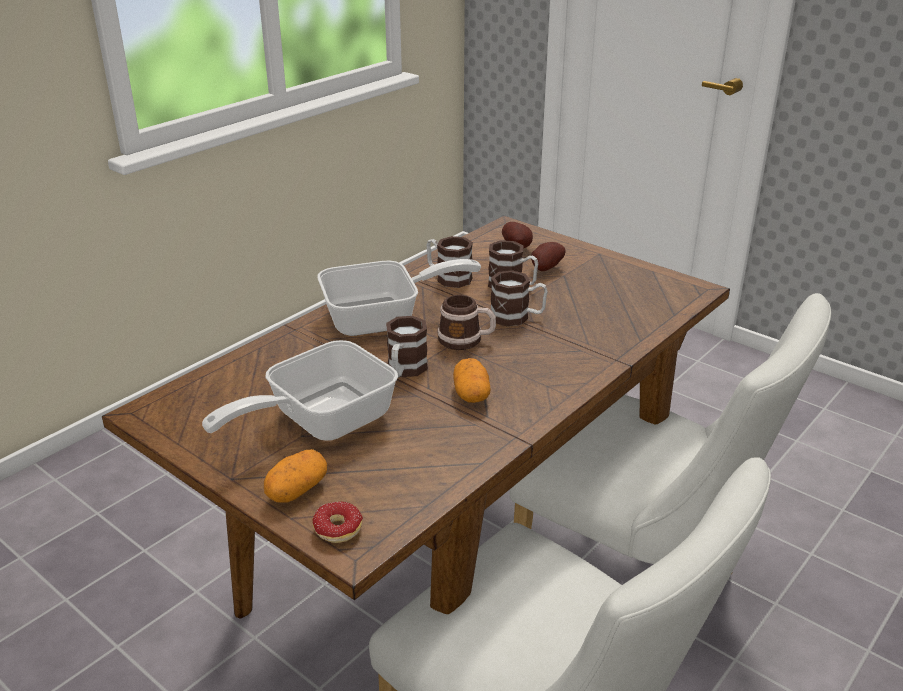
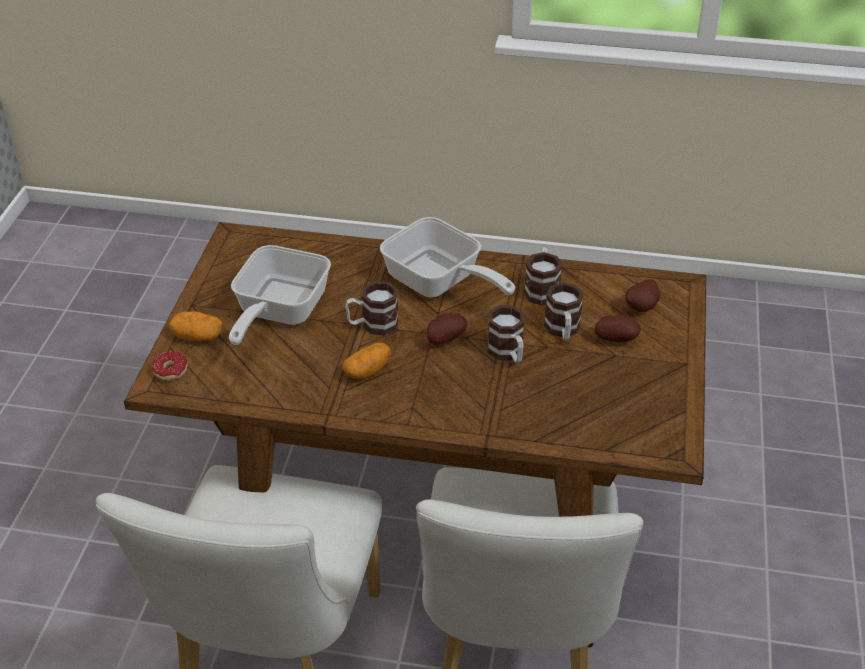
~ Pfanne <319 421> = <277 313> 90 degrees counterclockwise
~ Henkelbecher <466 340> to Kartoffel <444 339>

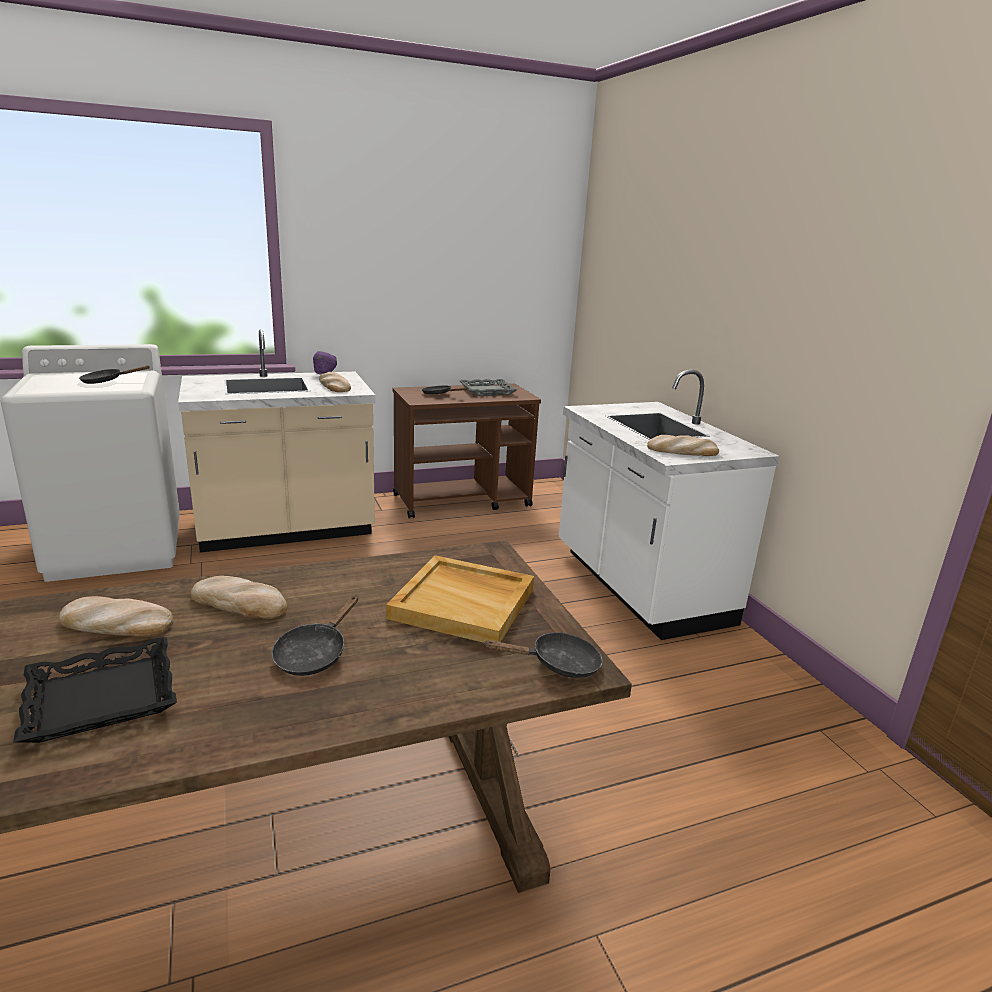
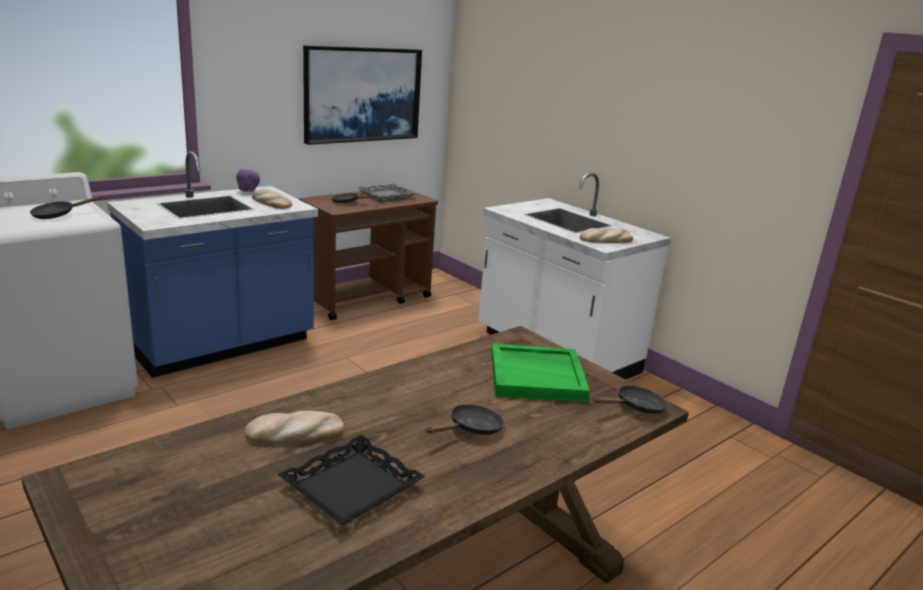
~ Küchenzeile (beige) <286 530> to Küchenzeile (blau) <222 345>
- Brot <240 603>
~ Pfanne (schwarz) <314 654> = <471 429> 135 degrees counterclockwise
~ Tablett (beige) <464 603> to Tablett (grün) <537 376>
+ Bild <362 94>

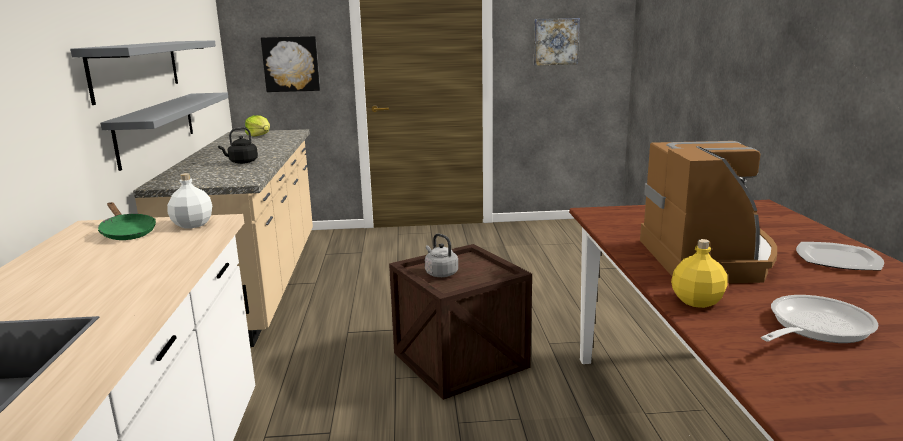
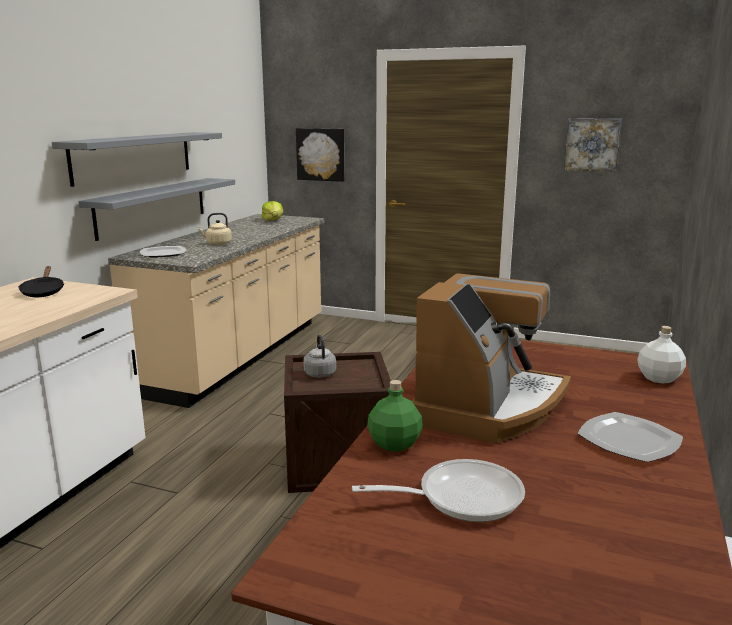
~ Pfanne (grün) <127 233> to Pfanne (schwarz) <43 291>
~ Flasche (weiß) <192 224> to <658 378>
~ Wasserkessel (schwarz) <242 162> to Wasserkessel (beige) <217 244>
~ Flasche (gelb) <697 301> to Flasche (grün) <395 444>
+ Teller <162 253>

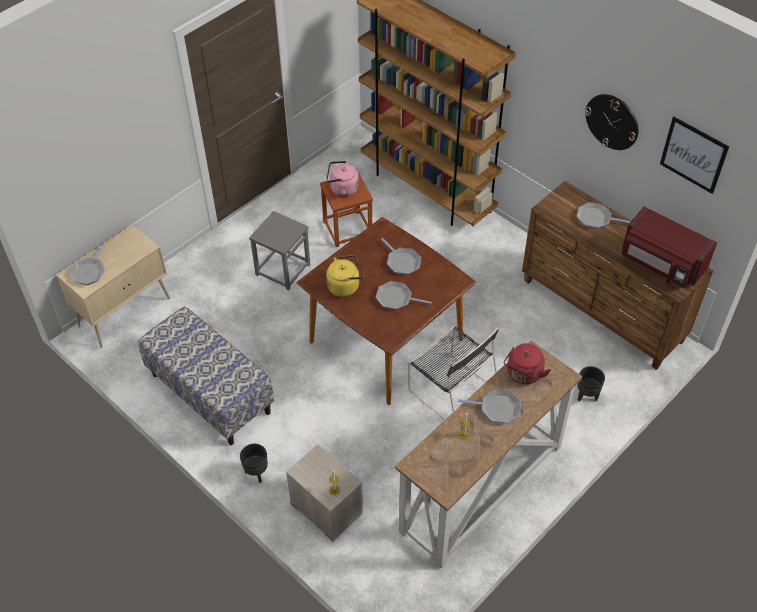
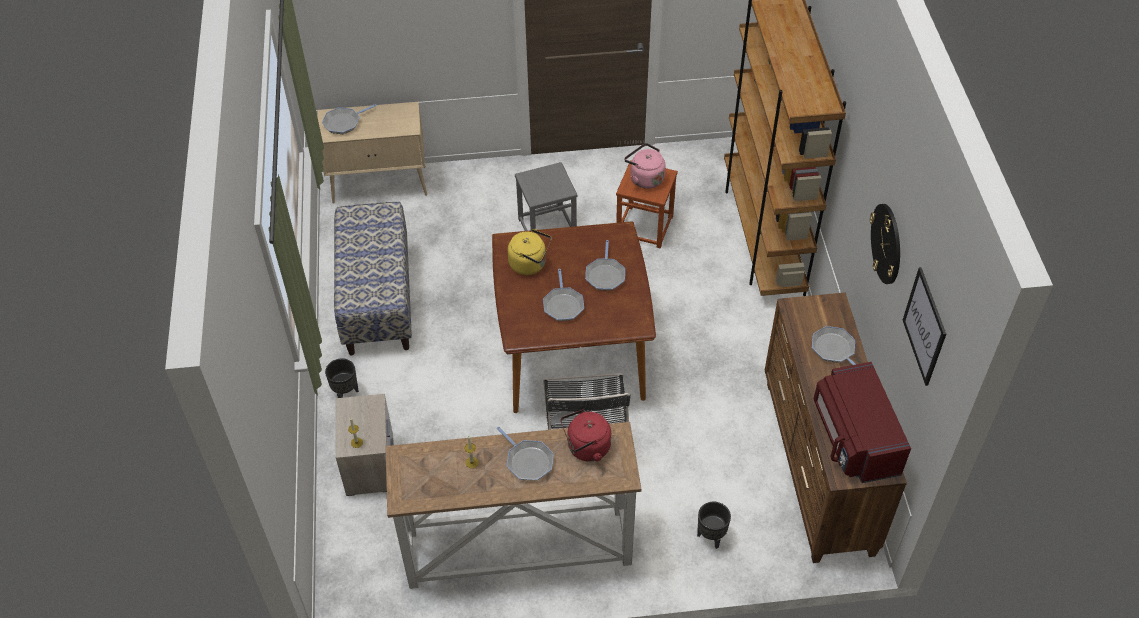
~ Pfanne <396 298> = <563 305> 150 degrees counterclockwise

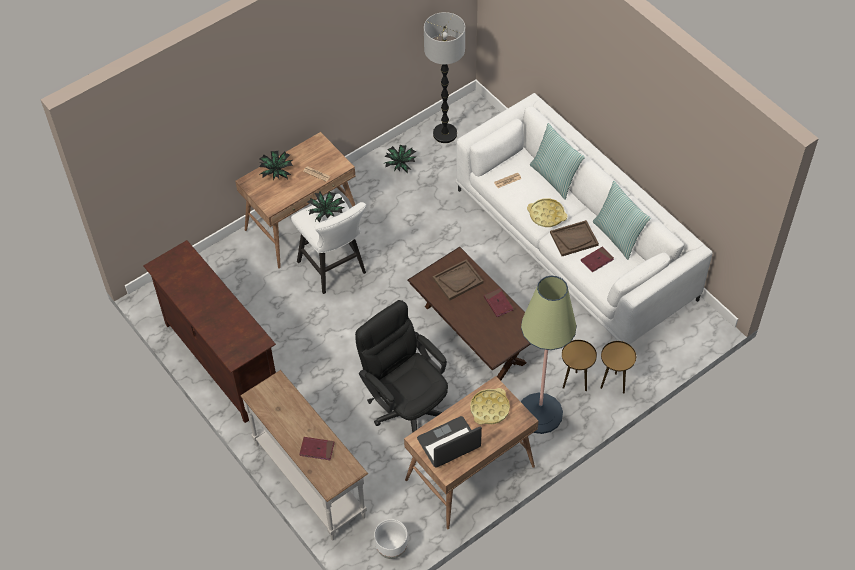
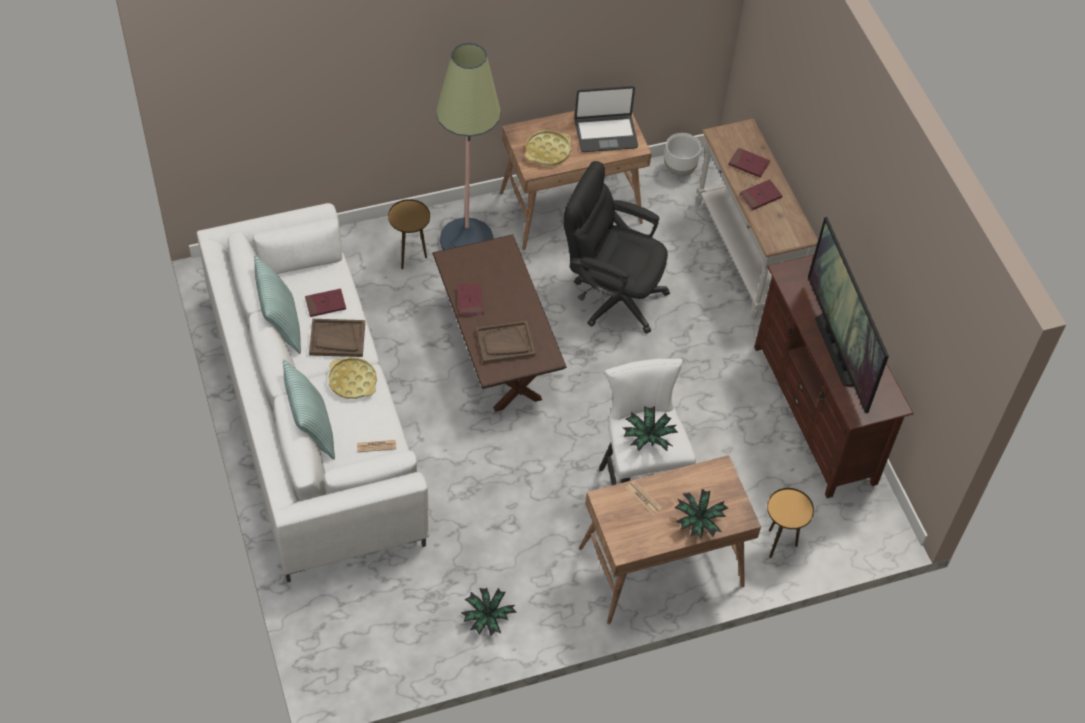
~ Bürostuhl (schwarz) <406 405> = <611 295> 135 degrees clockwise
- Stehlampe <445 134>
~ Beistelltisch (braun) <613 384> to <778 544>
+ Buch (rot) <760 196>
+ Fernseher <837 350>

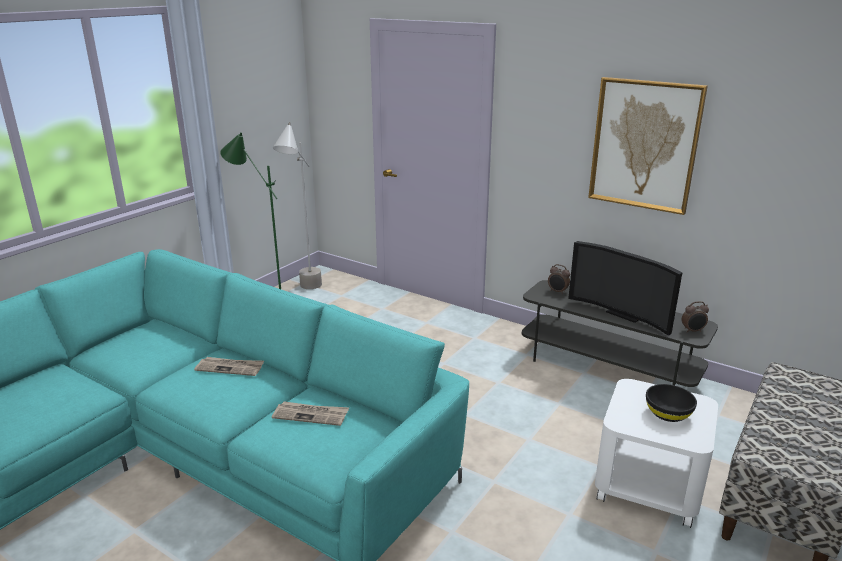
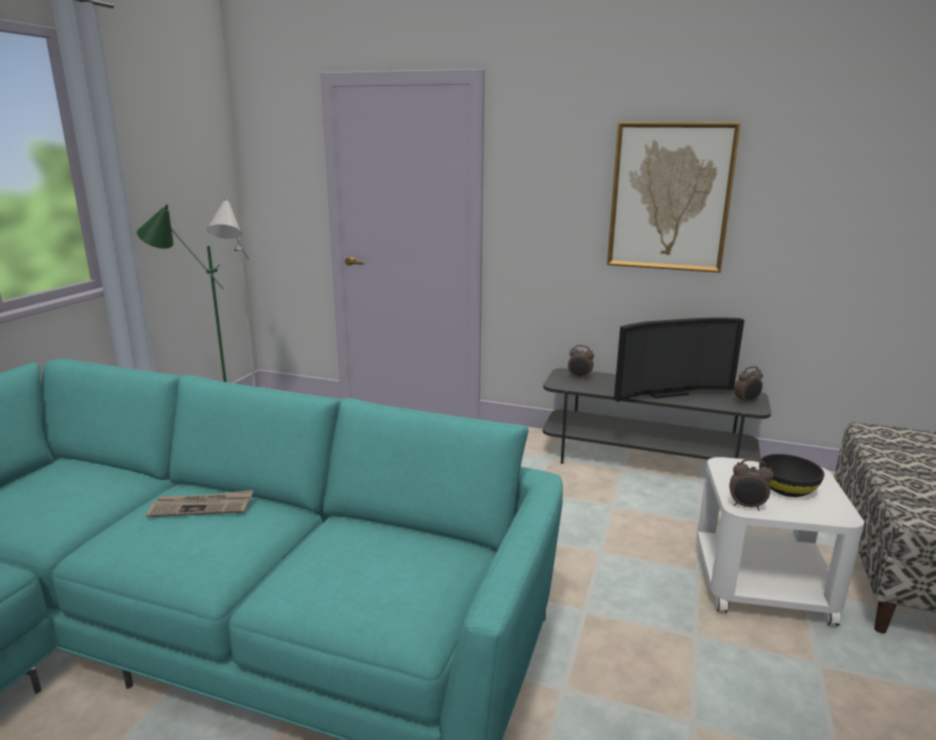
- Zeitung <311 415>
~ Fernseher <624 314> = <665 392> 45 degrees counterclockwise
+ Wecker <746 506>

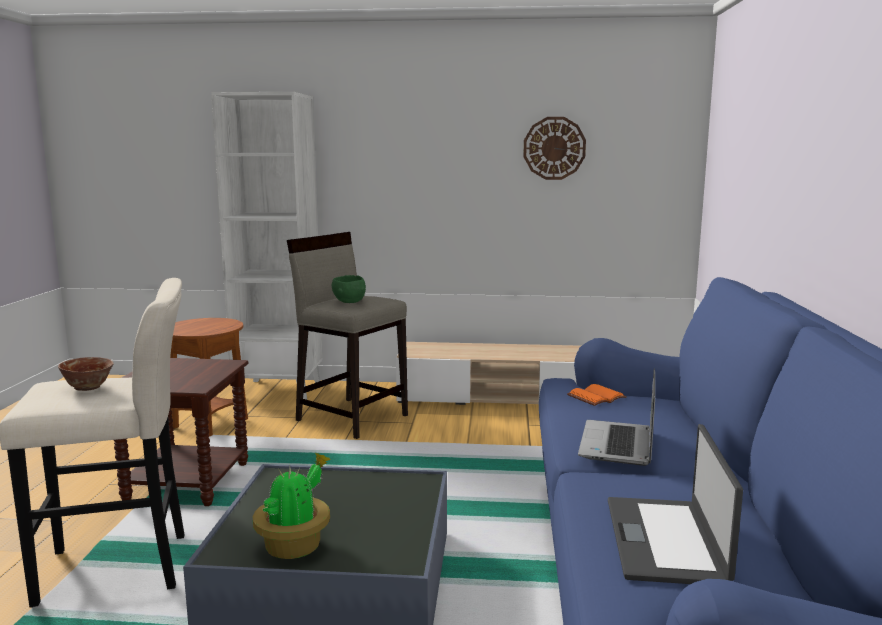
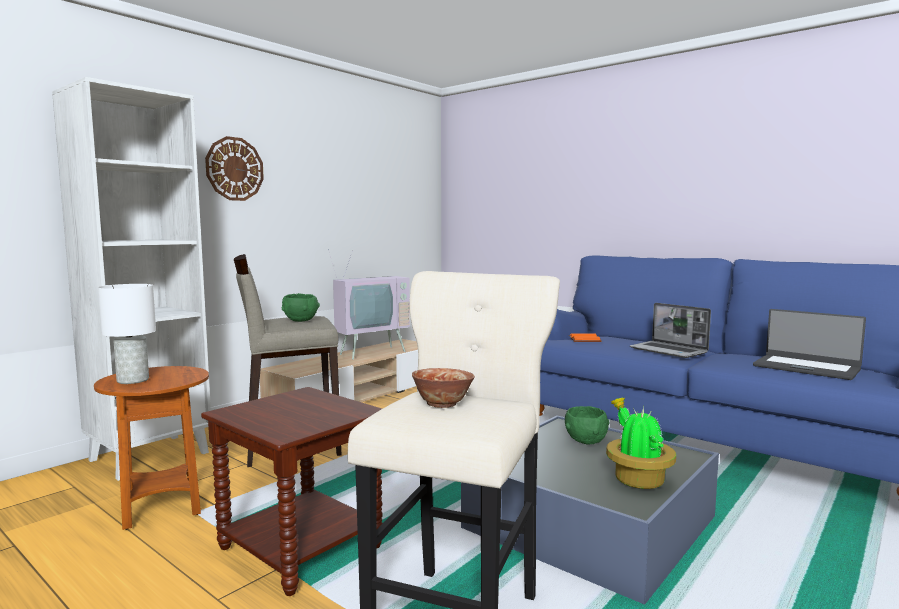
~ Wanduhr <554 148> to <234 169>
+ Tischlampe (weiß) <132 380>
+ Fernseher <370 352>
+ Schüssel (grün) <585 441>

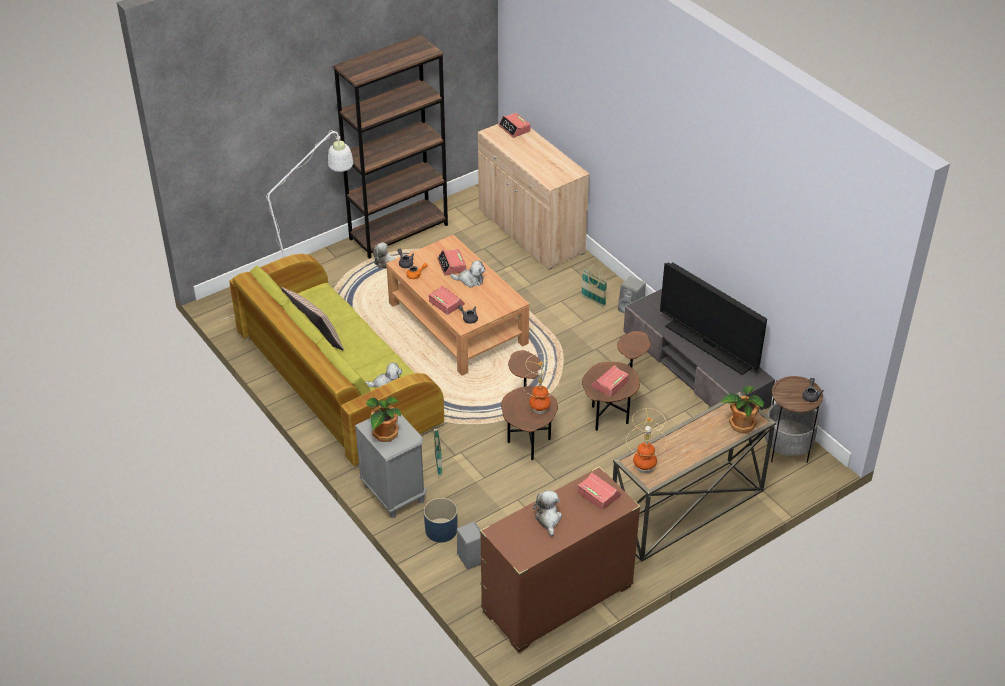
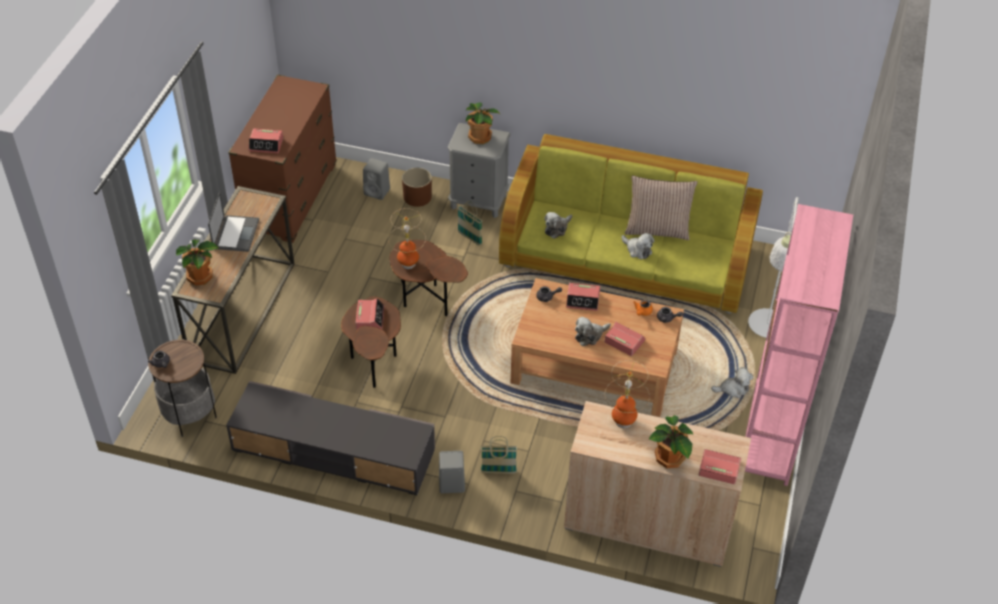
~ Bücherregal (braun) <399 232> to Bücherregal (rosa) <770 434>
~ Pflanzkübel (blau) <441 530> to Pflanzkübel (braun) <417 197>
~ Plüschtier <548 519> to <637 250>
~ Tischlampe <644 467> to <623 421>
- Fernseher <709 346>
+ Laptop <236 233>
+ Topfpflanze <669 459>

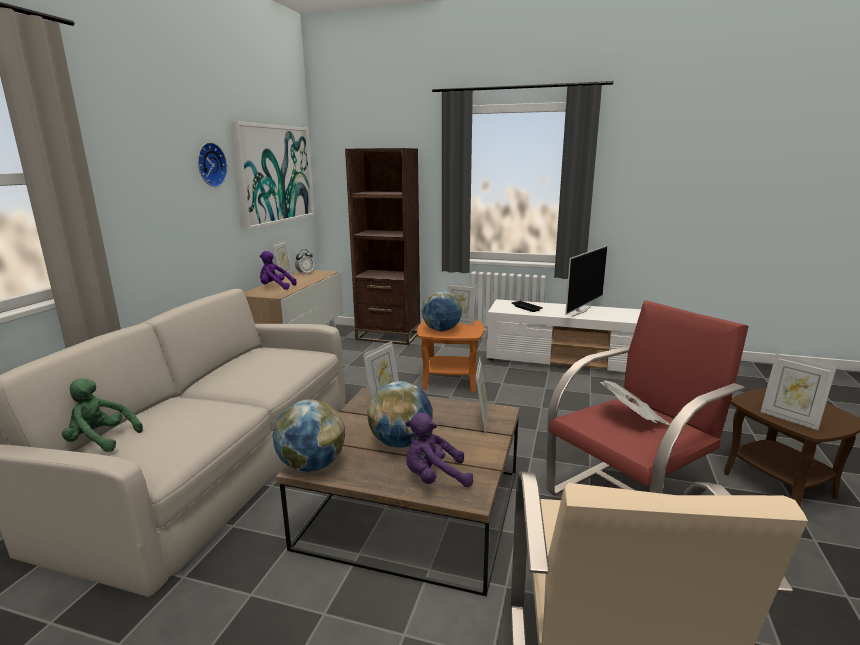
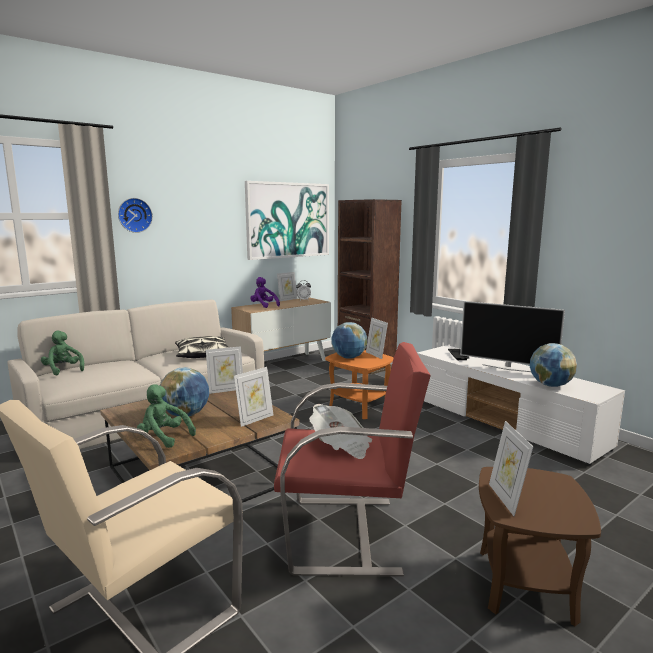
~ Wanduhr <209 165> to <134 215>
~ Globus <311 465> to <550 385>
~ Plüschtier (lila) <434 478> to Plüschtier (grün) <164 438>
~ Fernseher <580 311> = <507 368> 45 degrees clockwise
+ Kissen <202 354>

